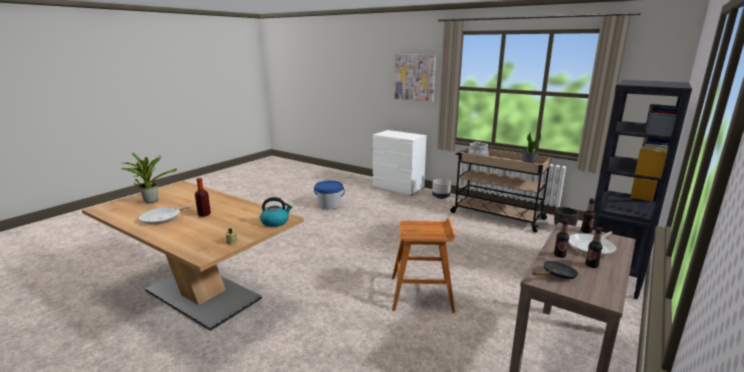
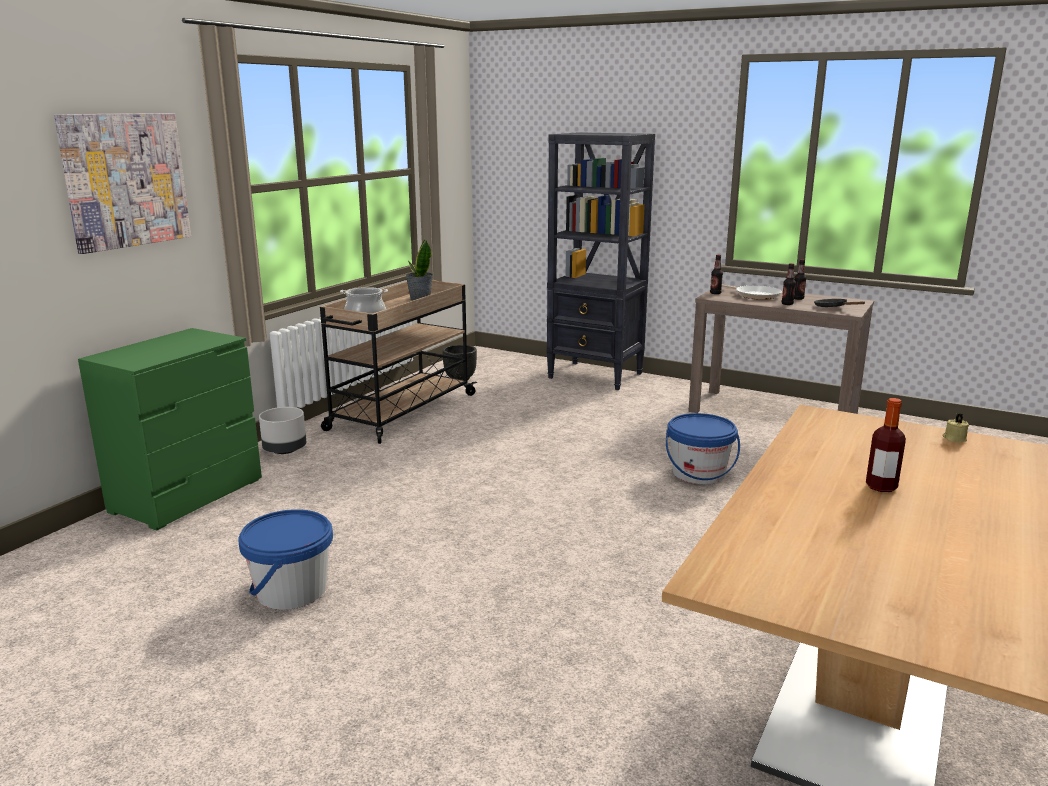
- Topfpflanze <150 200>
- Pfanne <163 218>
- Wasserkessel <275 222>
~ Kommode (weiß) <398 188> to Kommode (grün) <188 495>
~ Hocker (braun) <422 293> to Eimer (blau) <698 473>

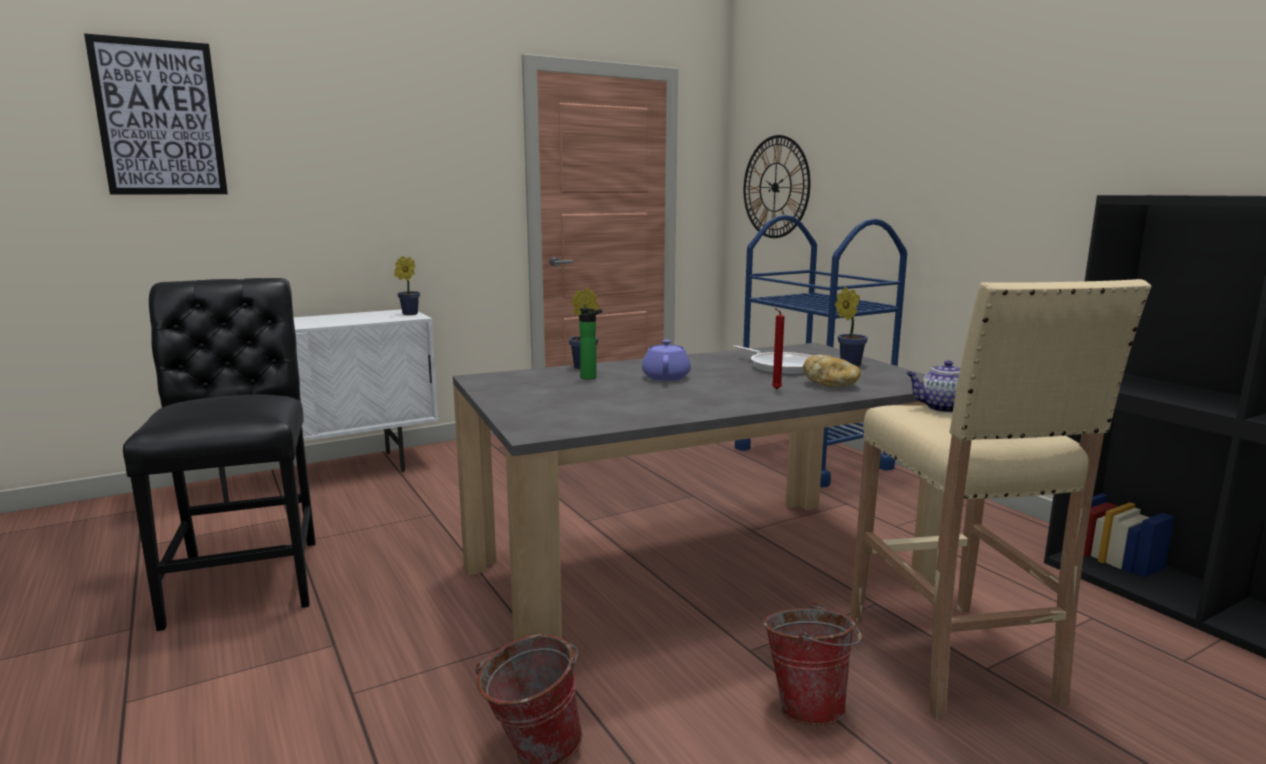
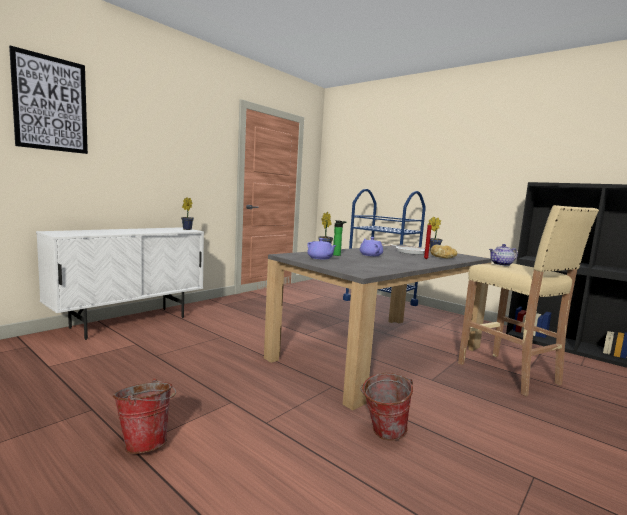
- Stuhl (schwarz) <248 576>
- Wanduhr <775 187>
~ Eimer <807 705> to <146 442>
+ Teekanne (lila) <320 258>

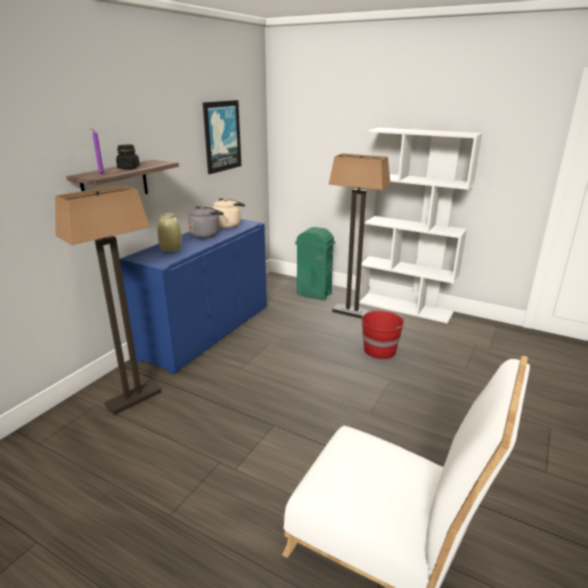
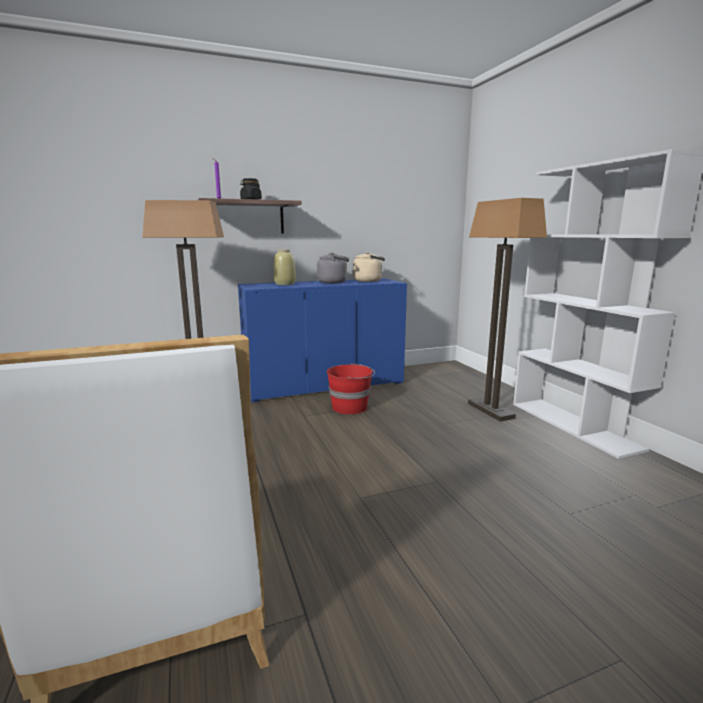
- Bild <221 136>
- Mülleimer (grün) <313 294>
~ Eimer (rot) <380 350> to <350 407>

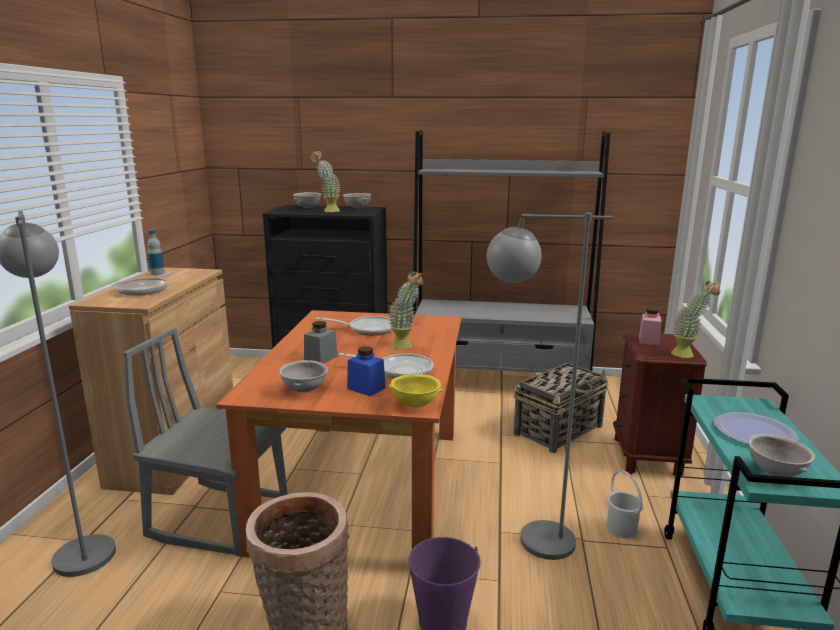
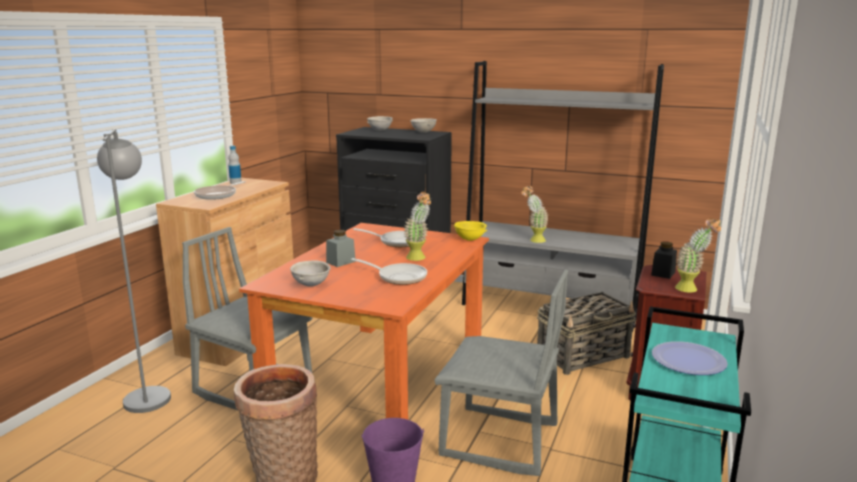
~ Topfpflanze <327 211> to <533 240>
- Vorratsglas (blau) <366 388>
~ Schüssel (gelb) <415 404> to <470 239>
~ Stehlampe (grau) <527 540> to Stuhl (grau) <499 441>
- Eimer (weiß) <622 528>
~ Vorratsglas (rosa) <648 340> to Vorratsglas (schwarz) <663 273>
- Schüssel (grau) <776 472>

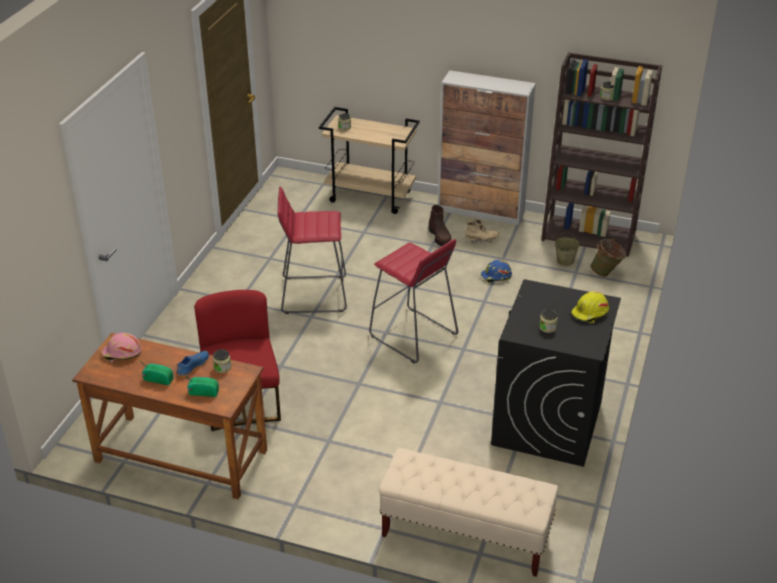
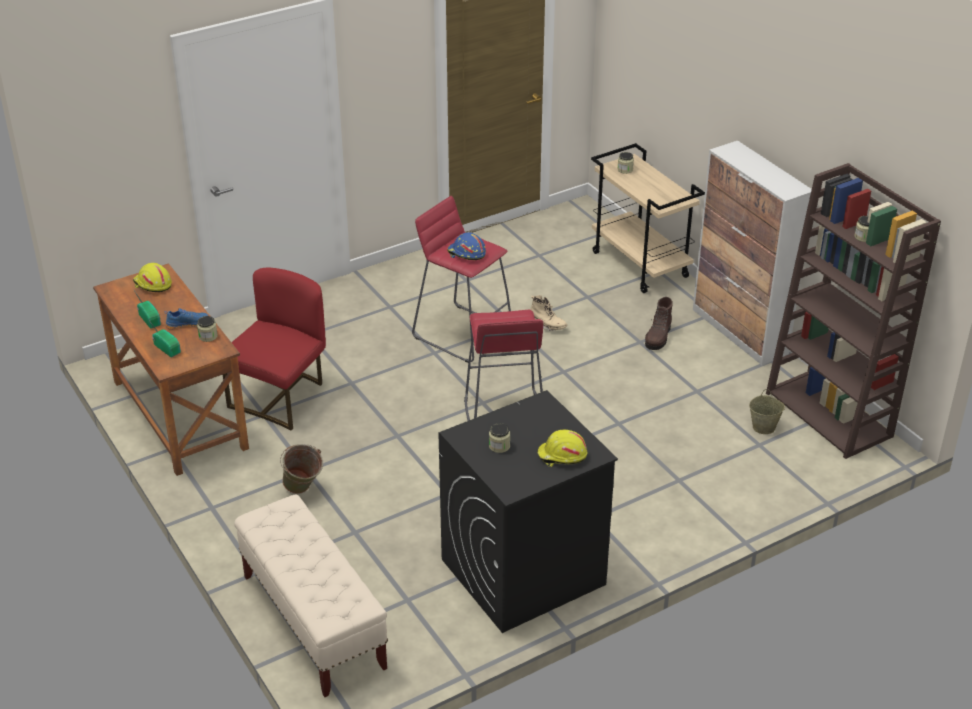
~ Schutzhelm (rosa) <122 353> to Schutzhelm (gelb) <152 284>
~ Stiefel (beige) <481 240> to <547 325>
~ Schutzhelm (blau) <496 277> to <466 254>
~ Eimer (grün) <606 273> to <303 491>

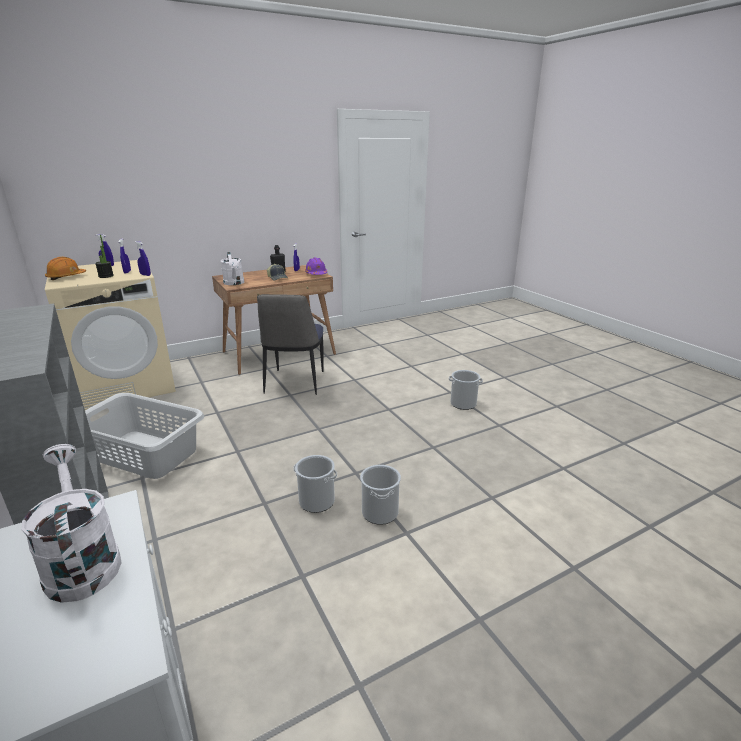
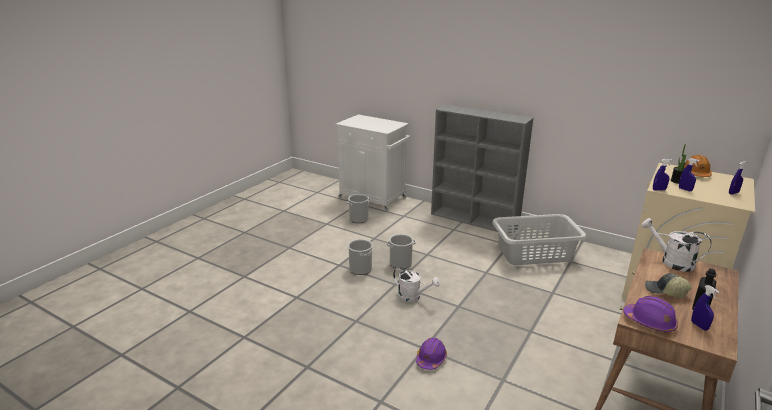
~ Gießkanne (weiß) <81 561> to <413 297>
- Stuhl <294 383>
~ Eimer <463 403> to <359 219>
+ Schutzhelm (lila) <431 359>

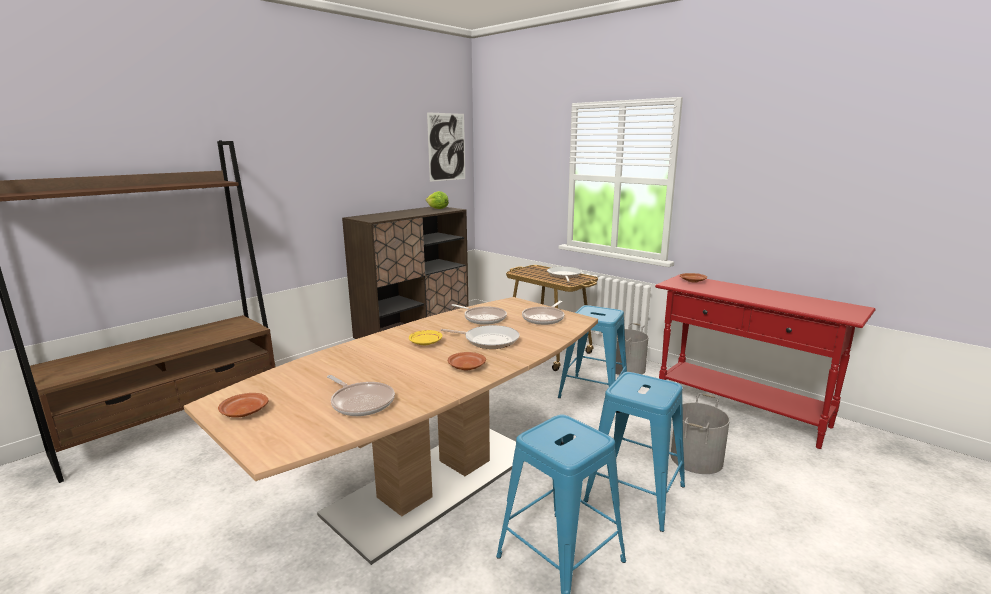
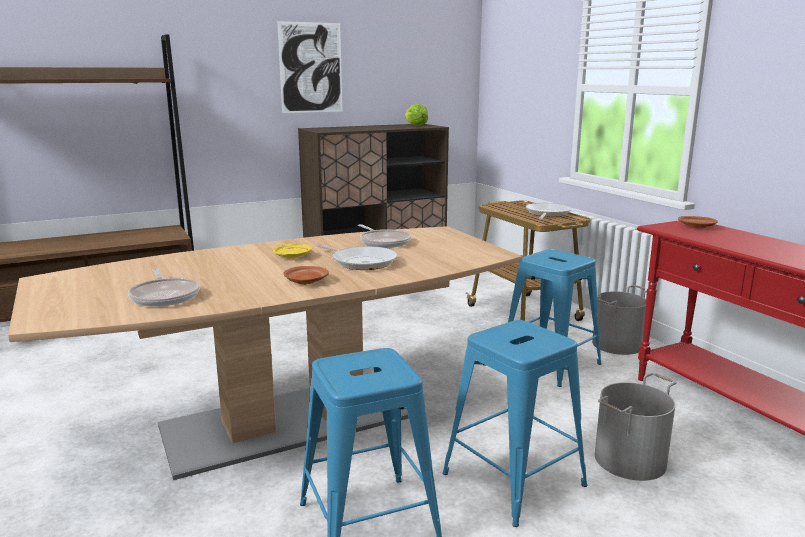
- Teller (braun) <244 412>
~ Bild <447 147> to <311 68>
- Pfanne <544 318>

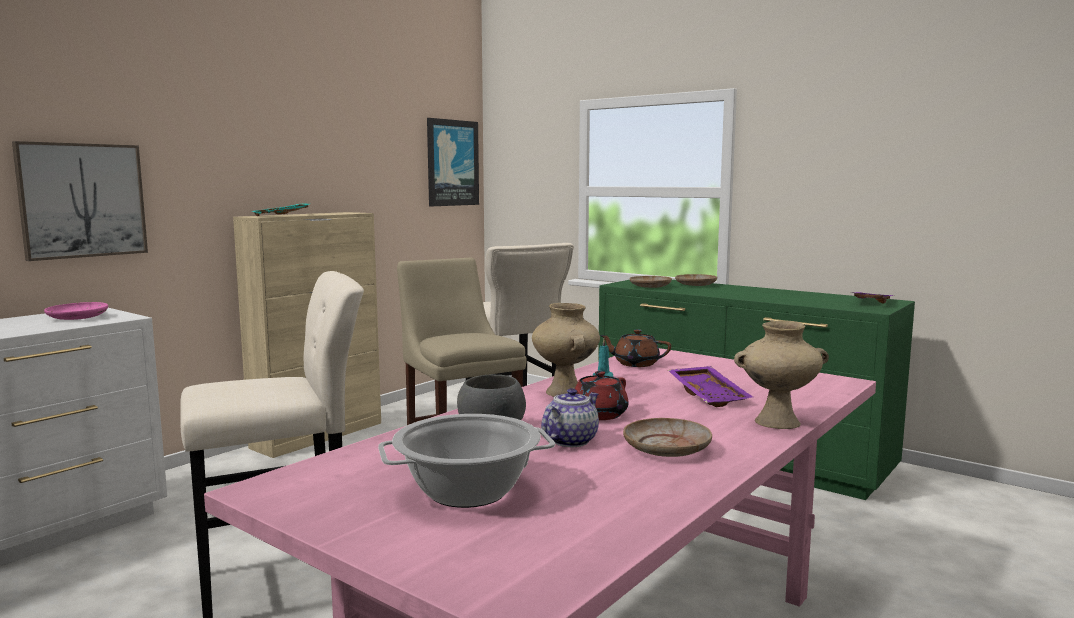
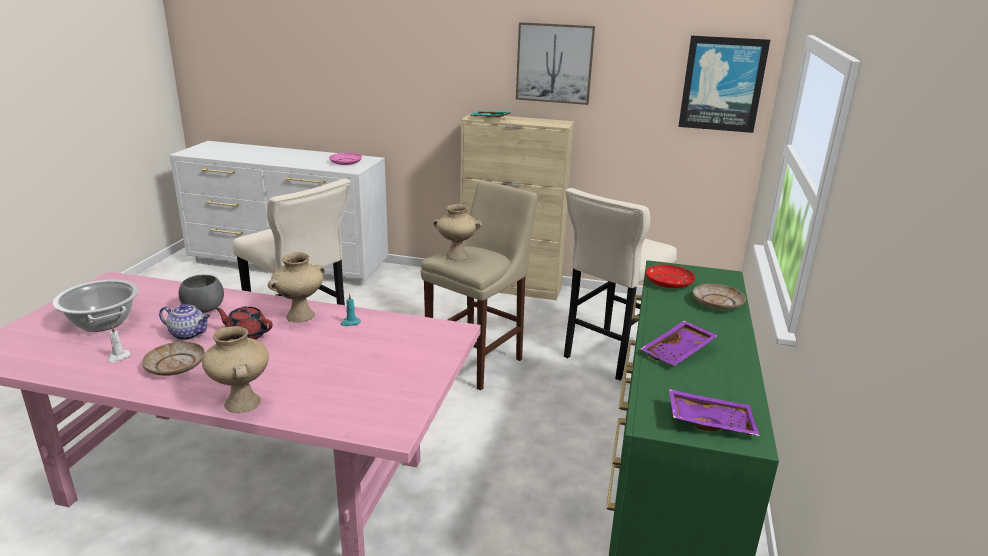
~ Bild <82 200> to <554 63>
- Teekanne (braun) <635 363>
~ Teller (beige) <650 286> to Teller (rot) <668 282>
~ Tablett (lila) <709 395> to <679 352>
+ Kerze (weiß) <118 357>
+ Vase (beige) <456 256>

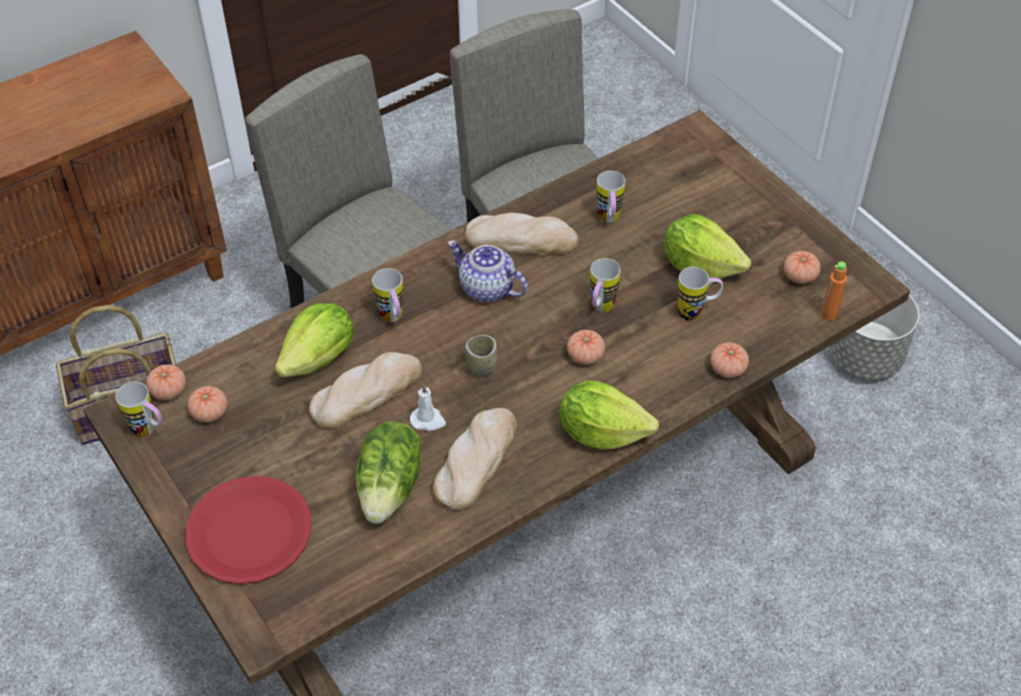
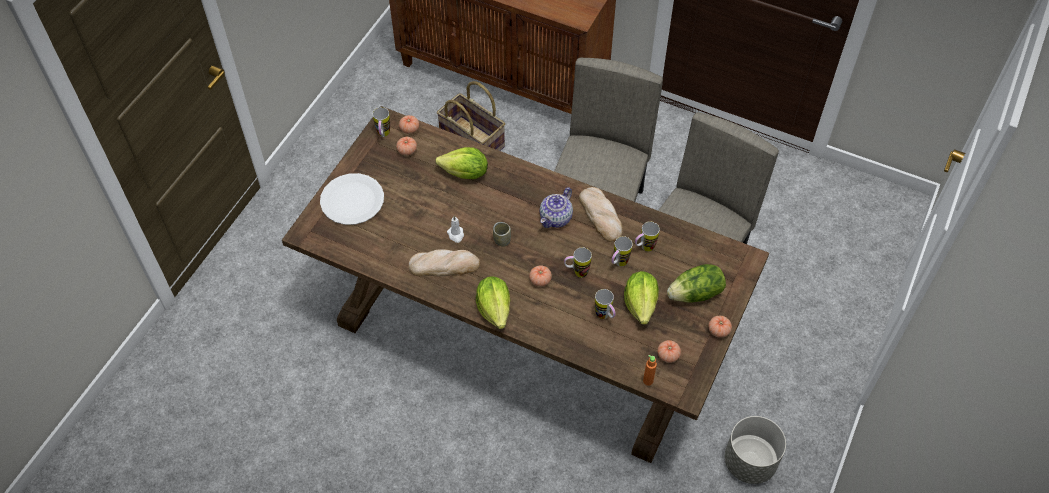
~ Teller (rot) <249 531> to Teller (weiß) <352 200>
- Brot <366 393>
~ Salatkopf <391 487> to <696 294>
~ Henkelbecher <393 319> to <618 264>
~ Teekanne <487 289> = <556 218> 150 degrees counterclockwise
~ Tomate <728 368> to <718 330>

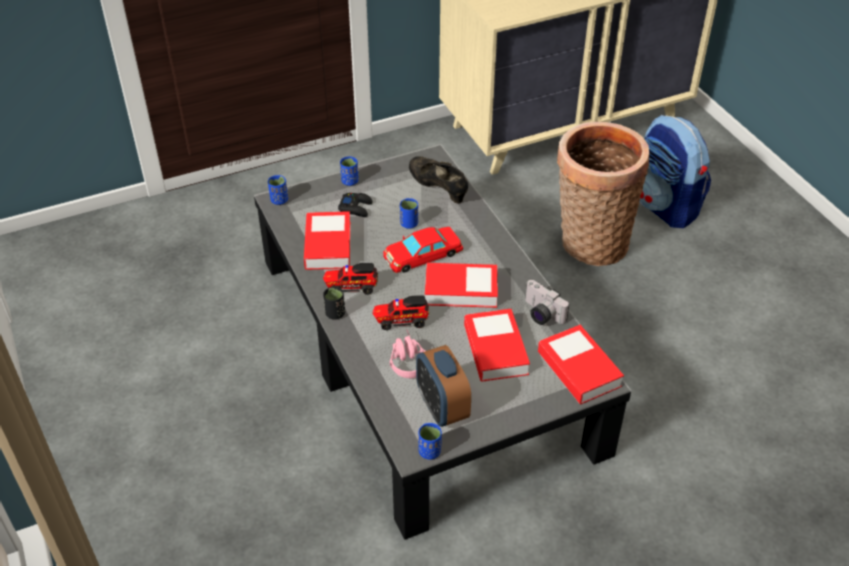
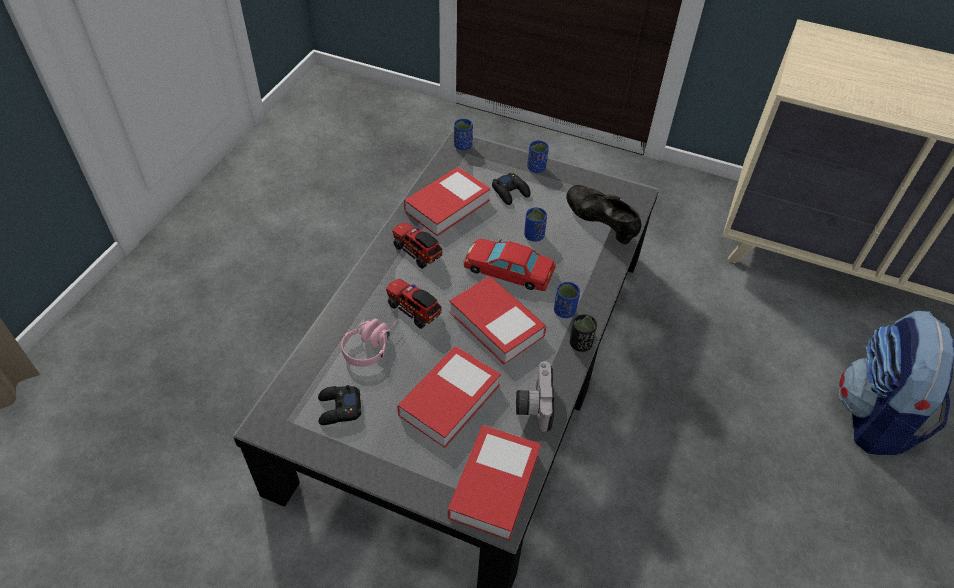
~ Tasse (schwarz) <335 313> to <580 344>
~ Schuh (schwarz) <438 189> = <600 225> 45 degrees counterclockwise
~ Wecker <442 407> to Gamepad (schwarz) <339 409>
~ Tasse (blau) <429 451> to <564 311>
- Korb <589 242>

